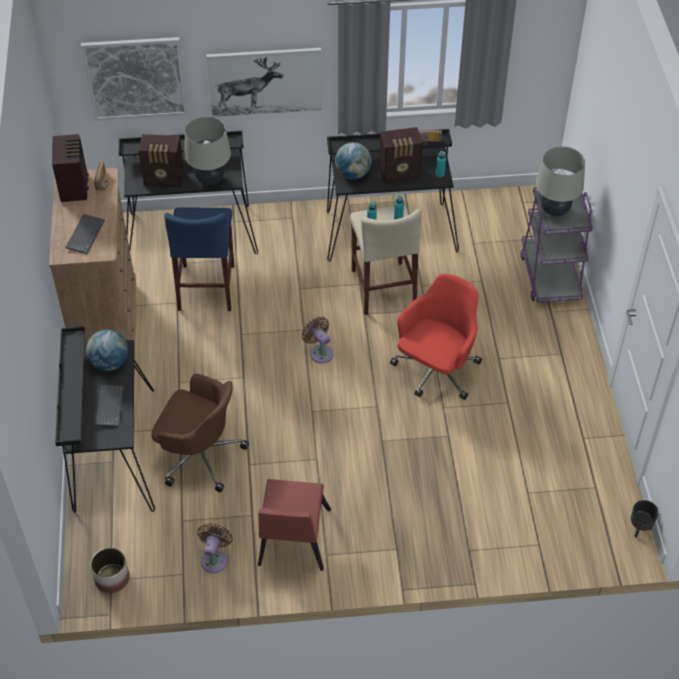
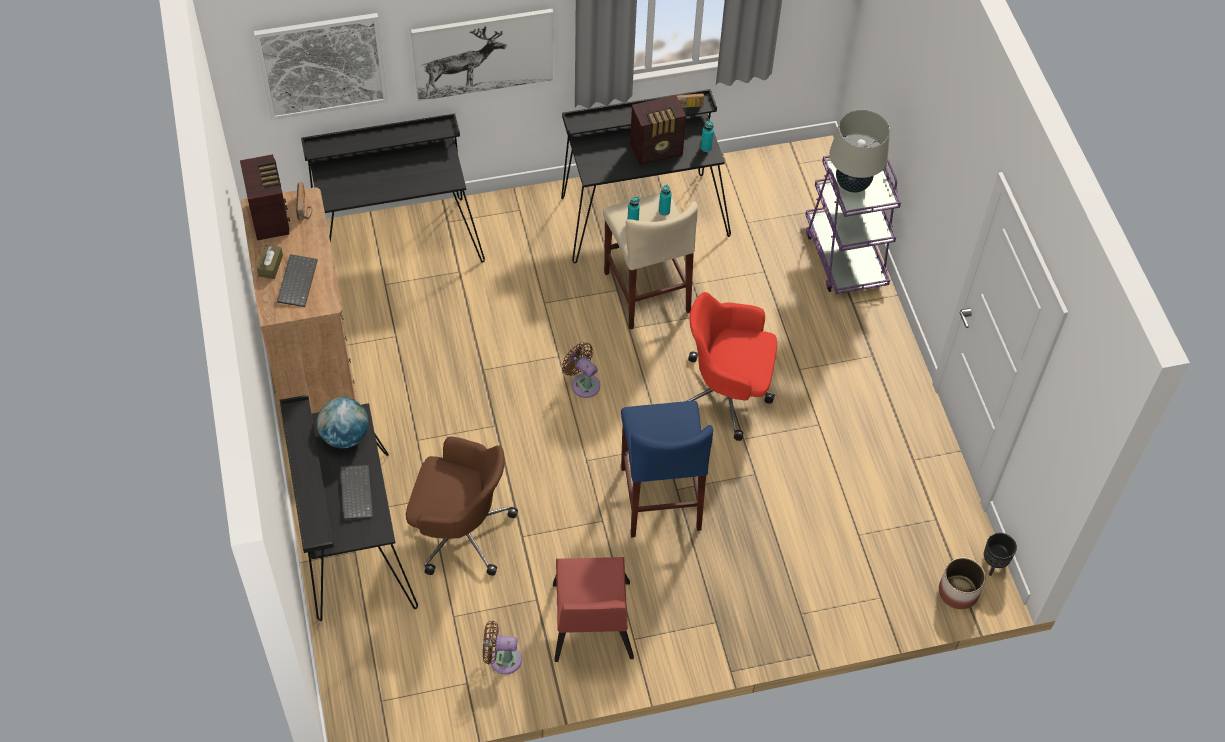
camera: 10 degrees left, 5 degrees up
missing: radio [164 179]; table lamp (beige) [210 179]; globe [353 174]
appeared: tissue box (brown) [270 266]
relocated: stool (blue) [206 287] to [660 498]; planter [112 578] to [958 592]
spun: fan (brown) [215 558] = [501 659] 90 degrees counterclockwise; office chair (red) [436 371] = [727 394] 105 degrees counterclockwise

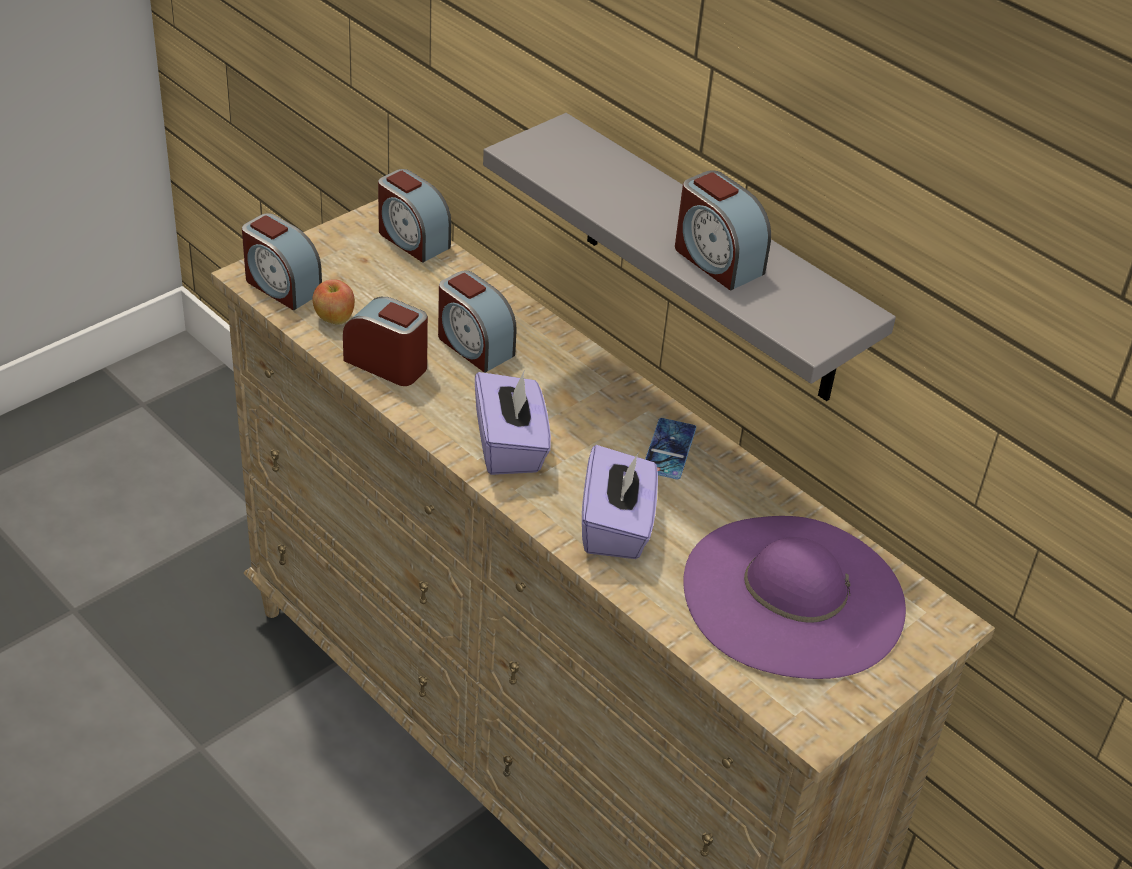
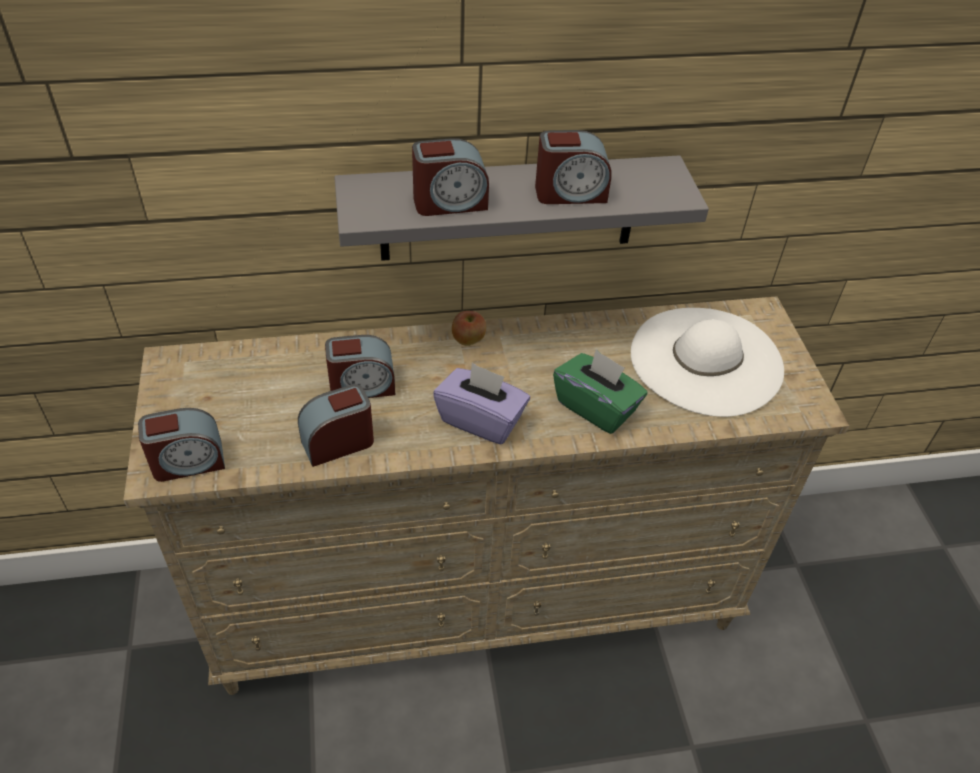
camera: 55 degrees left, 5 degrees up
missing: phone [669 449]
relocated: alarm clock [412 239] to [449 202]; apple [334 319] to [468 341]
colour: tissue box (purple) [616 527] to tissue box (green) [596 407]; hat (purple) [793 595] to hat (white) [706 360]

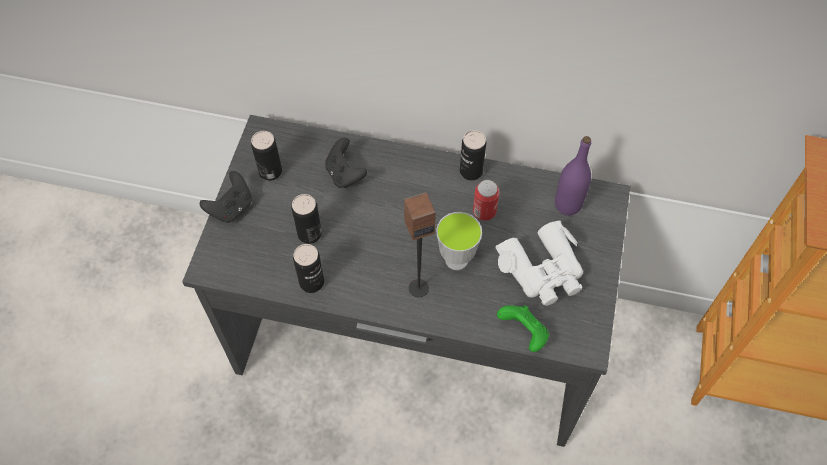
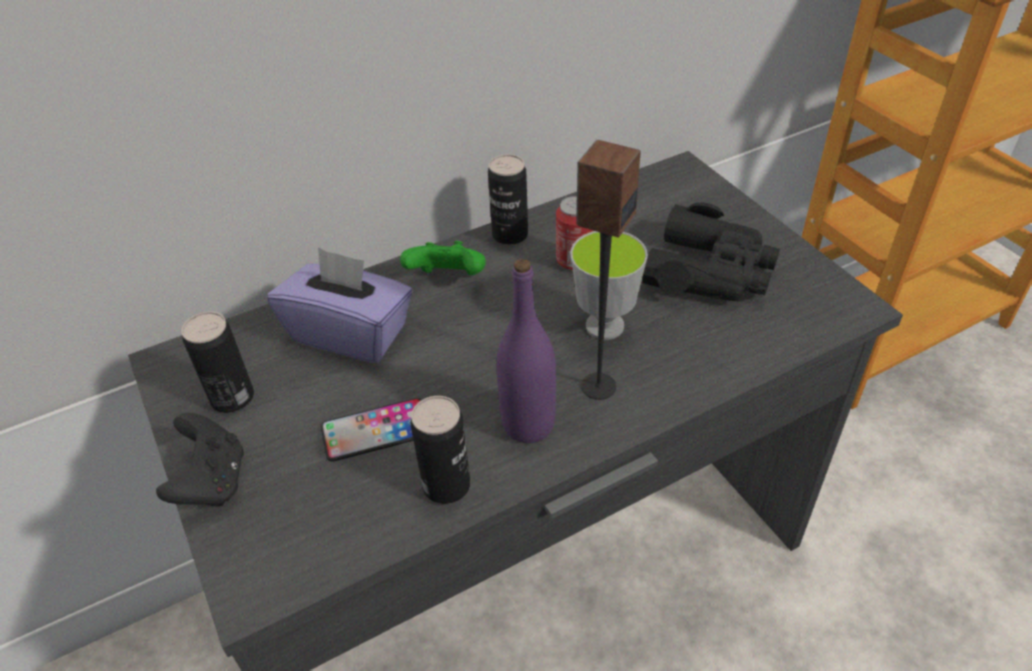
camera: 40 degrees left, 15 degrees down
relocated: game controller (green) [523 333] to [448 280]; bottle (purple) [568 204] to [528 425]
exchanged: game controller (black) [345 174] to tissue box (purple) [351 333]; can [309 234] to phone [376 430]
colour: binoculars (white) [543 270] to binoculars (black) [710 271]

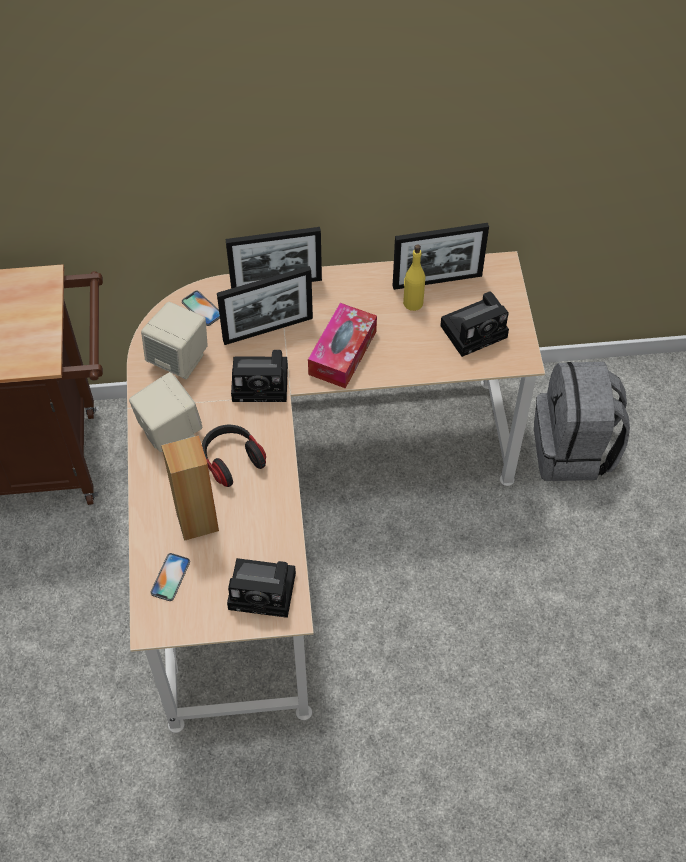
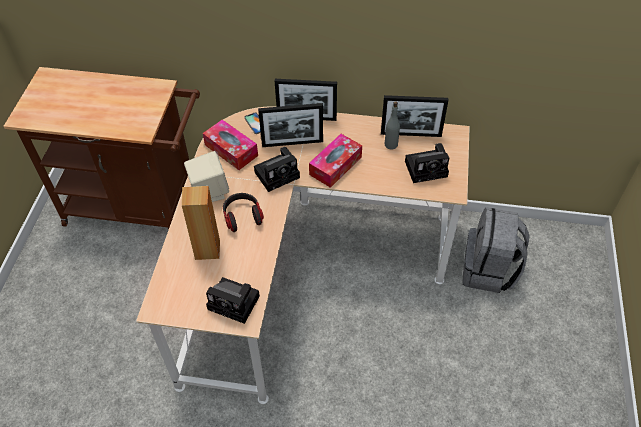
camera: 15 degrees right, 5 degrees down
missing: phone [170 577]
exchanged: speaker (beige) [179 359] to tissue box [231 150]
colour: bottle (yellow) [412 303] to bottle (grey) [390 144]
spun: photo camera [263 382] = [278 174] 45 degrees counterclockwise

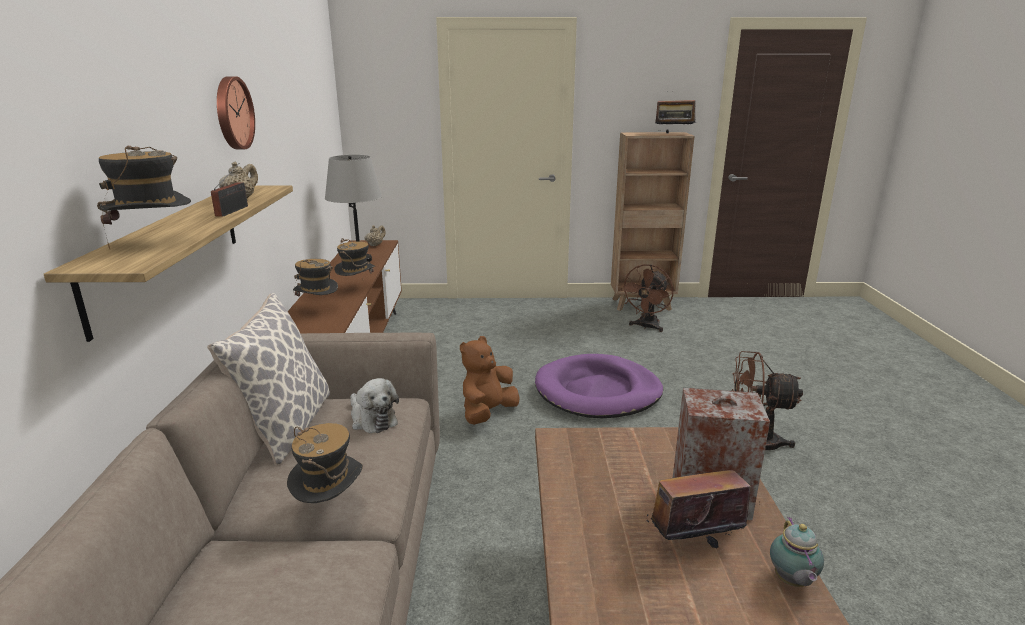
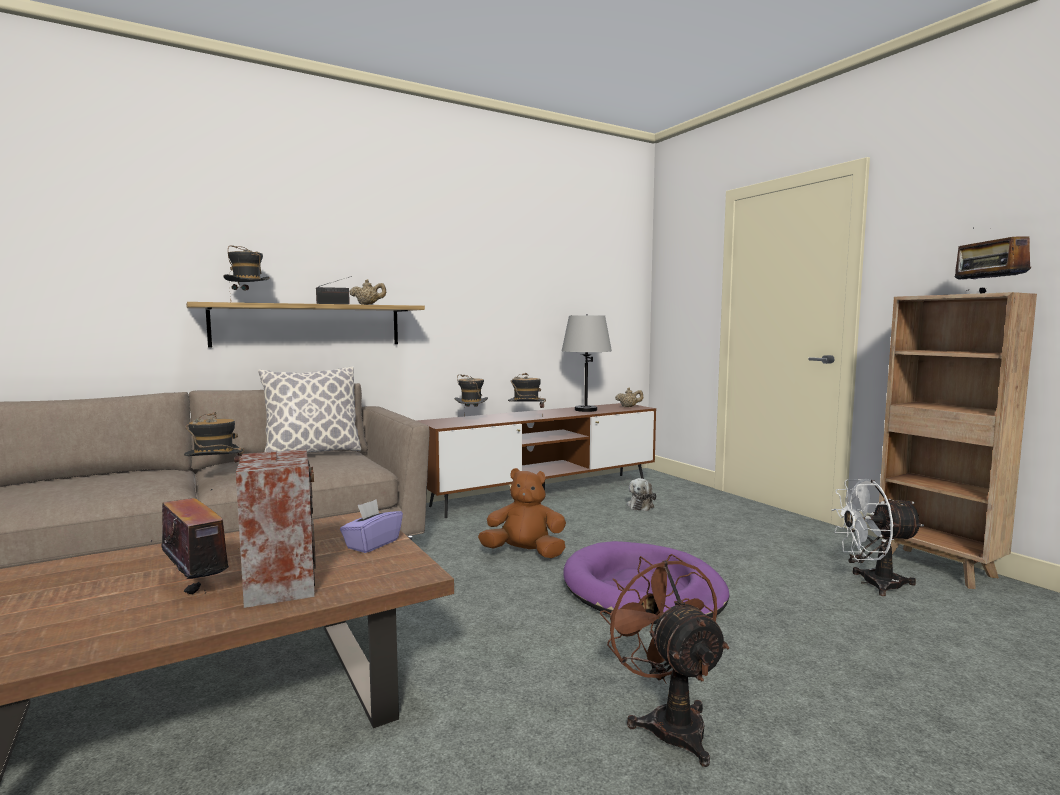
camera: 60 degrees right, 15 degrees down
missing: wall clock [232 113]; teapot [791 582]
appeared: tissue box (purple) [372 544]
relocated: plush toy [372 419] to [641 505]
colour: fan (brown) [646 327] to fan (white) [872 583]

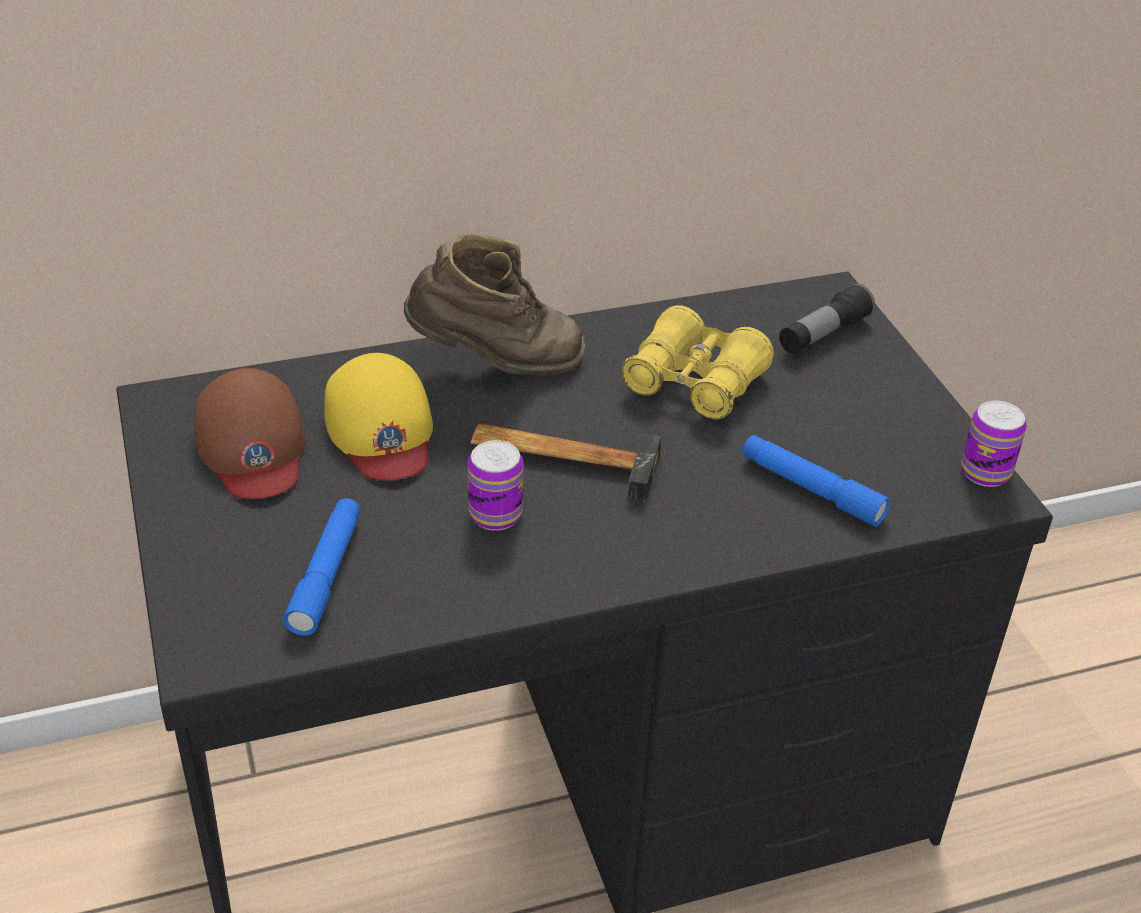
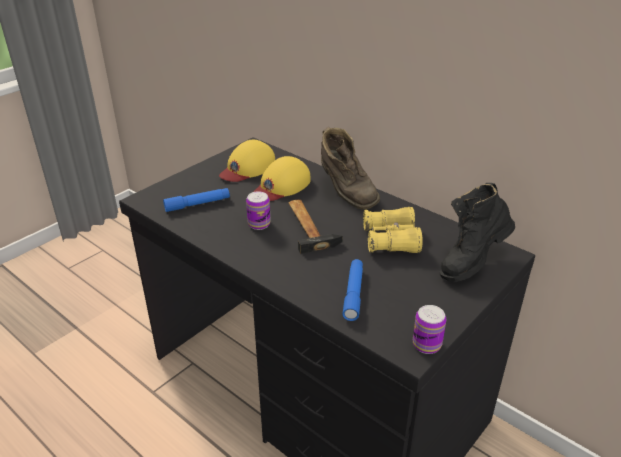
camera: 60 degrees right, 5 degrees down
exchanged: flashlight [823 335] to boot (black) [471 262]
colour: cap (brown) [252 446] to cap (yellow) [247 168]

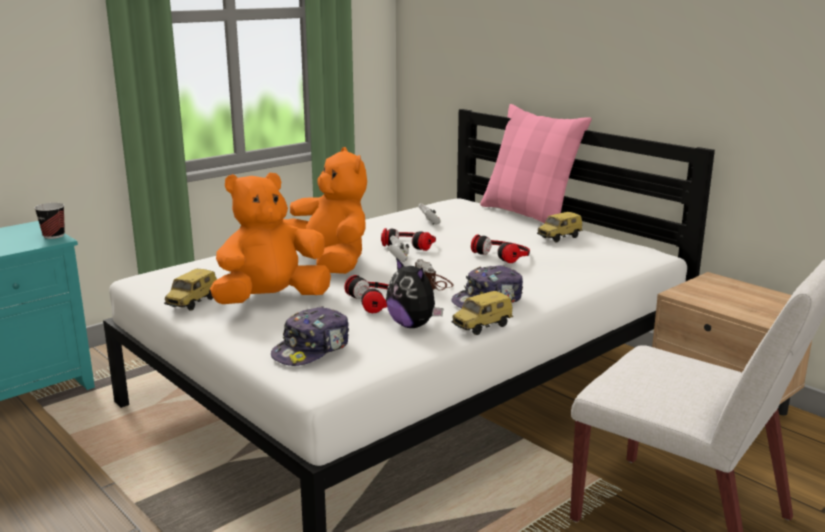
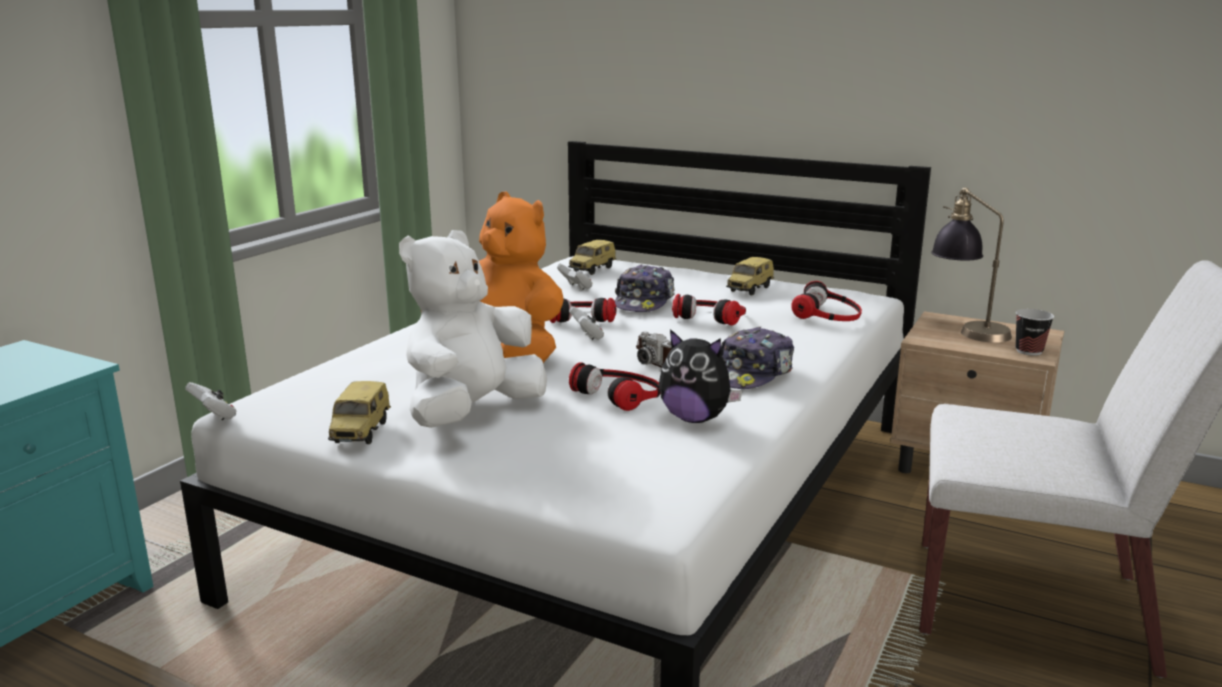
camera: 20 degrees left, 0 degrees up
missing: pillow (pink) [528 214]
appeared: game controller (white) [214 416]; headphones [828 313]; table lamp [966 329]
relocated: toy car [482 327] to [593 270]; cap [312 349] to [644 302]; cup [54 236] to [1029 351]
colour: plush toy (orange) [271 300] to plush toy (white) [472 413]

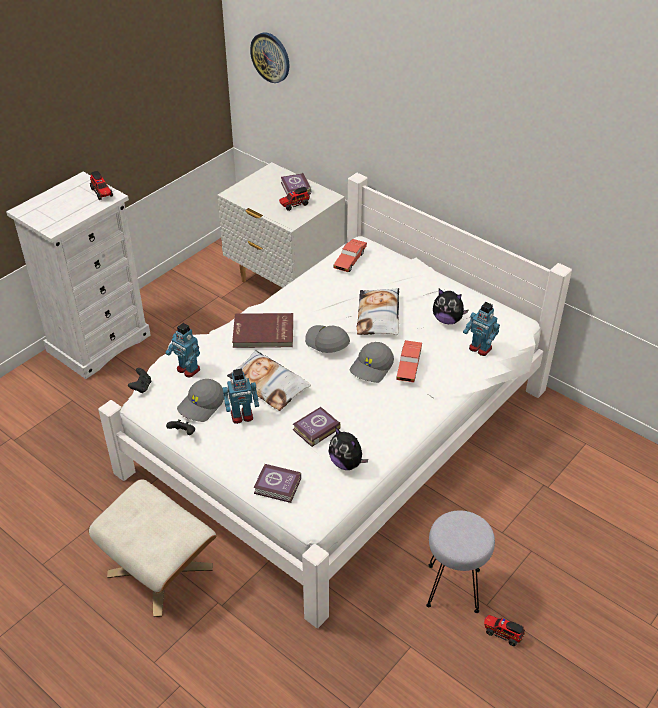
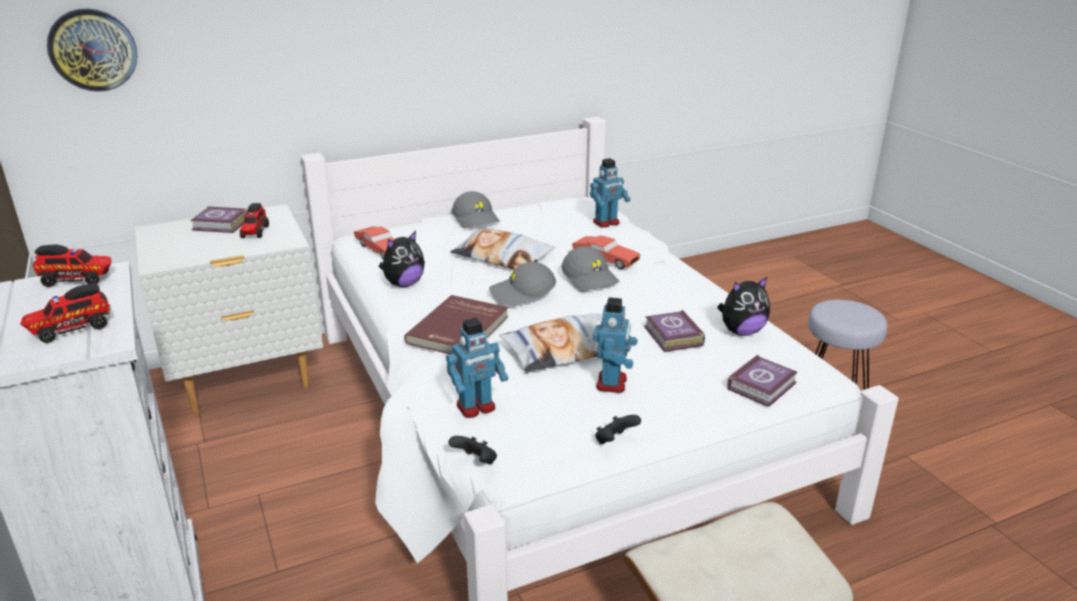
camera: 65 degrees left, 15 degrees down
relocated: toy truck [502 633] to [70 330]; plush toy [447 320] to [403 284]; cap (grey) [202 405] to [476 219]

